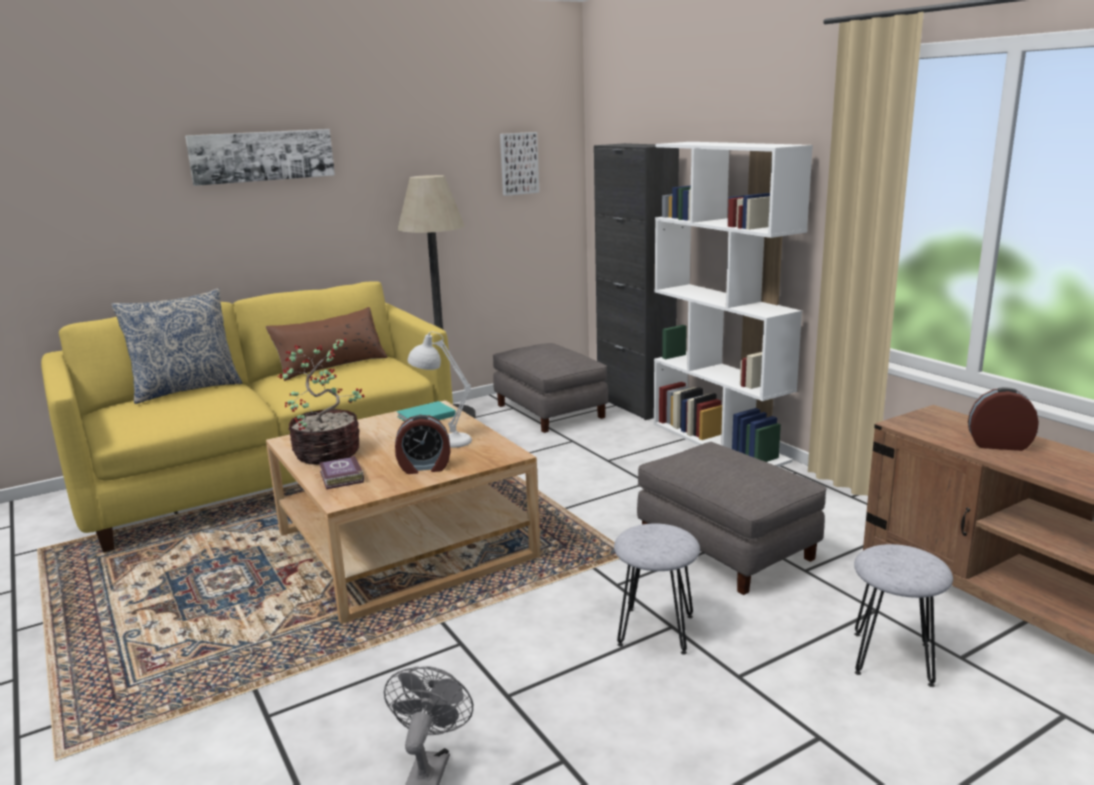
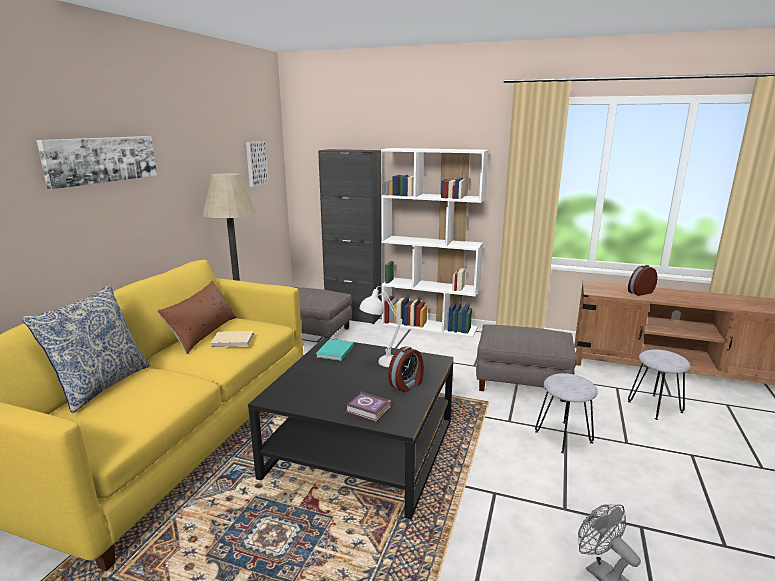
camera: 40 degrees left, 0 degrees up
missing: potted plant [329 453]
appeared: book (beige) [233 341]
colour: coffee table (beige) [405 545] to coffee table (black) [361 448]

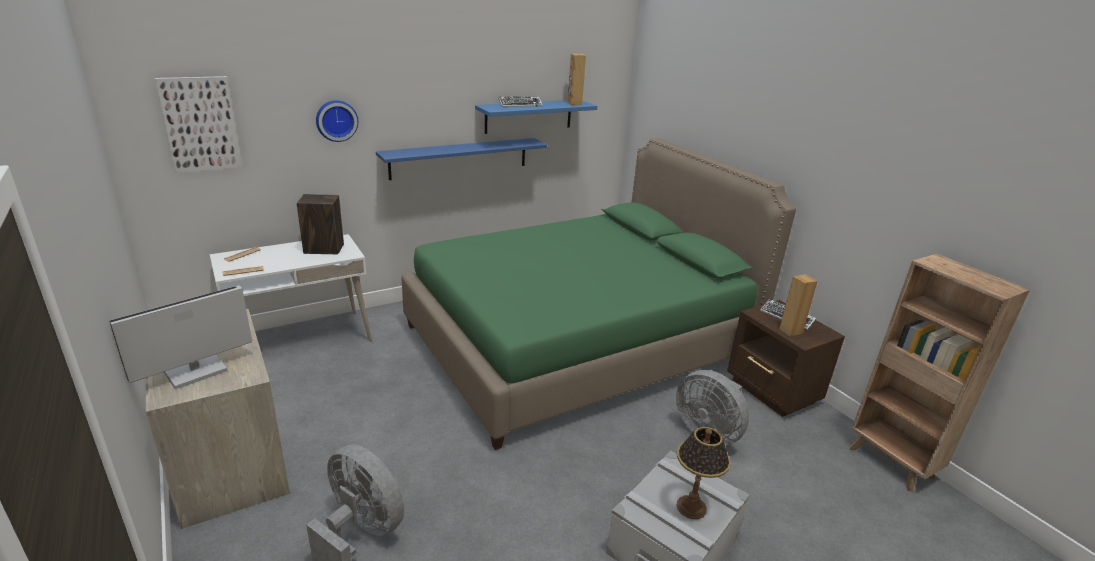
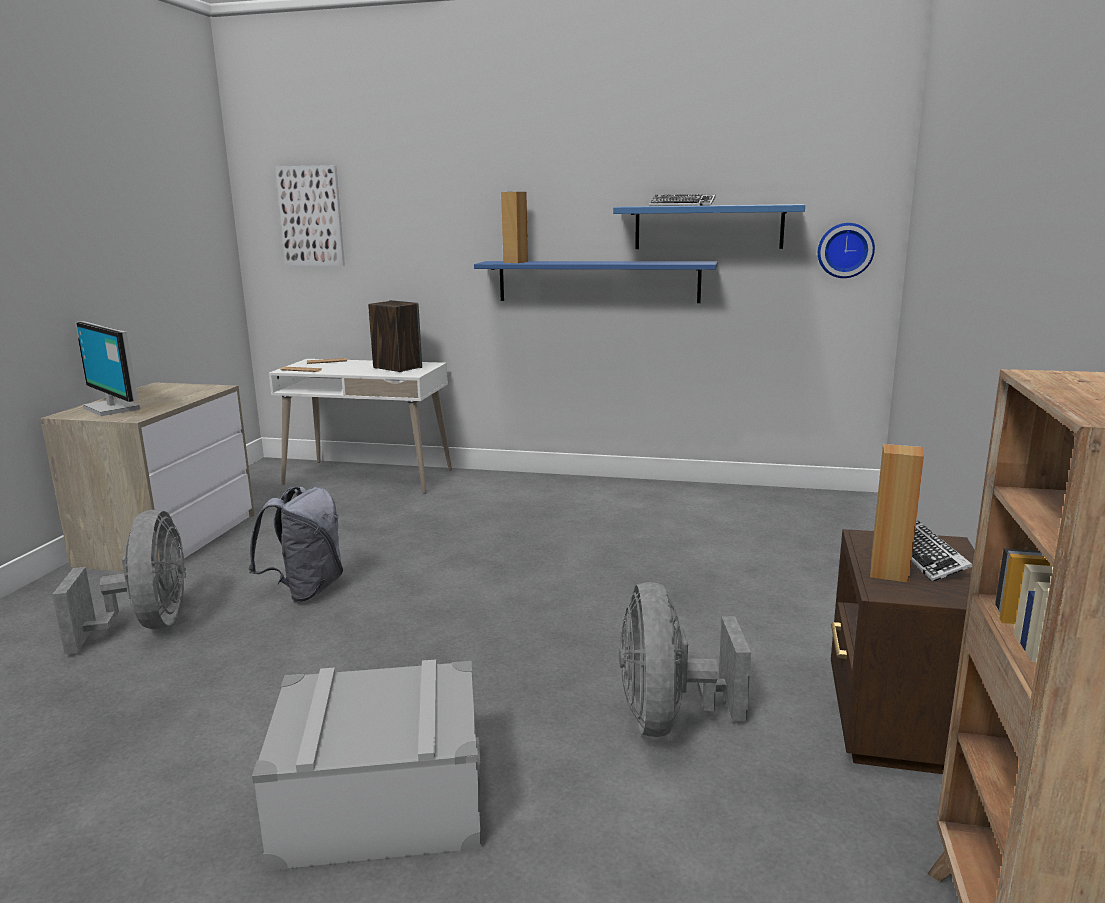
camera: 45 degrees right, 10 degrees down
missing: bed (green) [577 342]; table lamp [691 507]
appeared: backpack (grey) [306 590]
relocated: speaker (brown) [574 103] to [515 262]; wall clock [336 120] to [845 250]
spun: monitor [196 373] = [114 408] 135 degrees counterclockwise

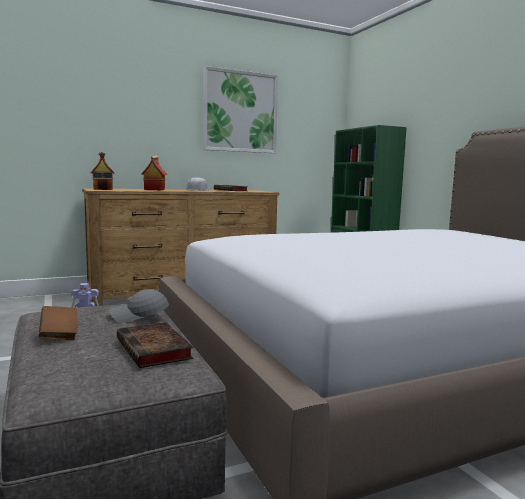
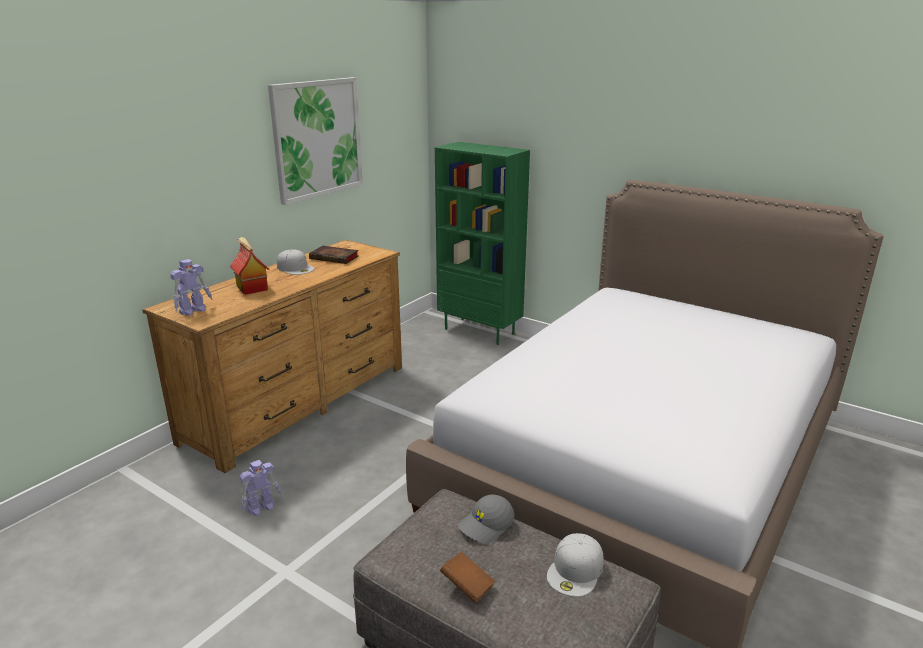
camera: 30 degrees left, 15 degrees up
exchanged: toy house [103 189] to toy robot [193 310]; book [155 350] to cap (white) [576 571]

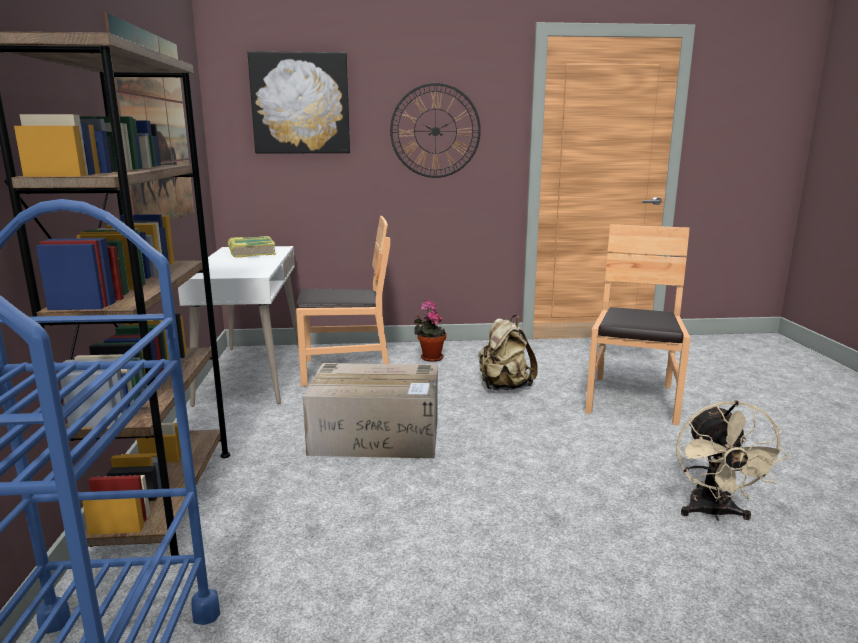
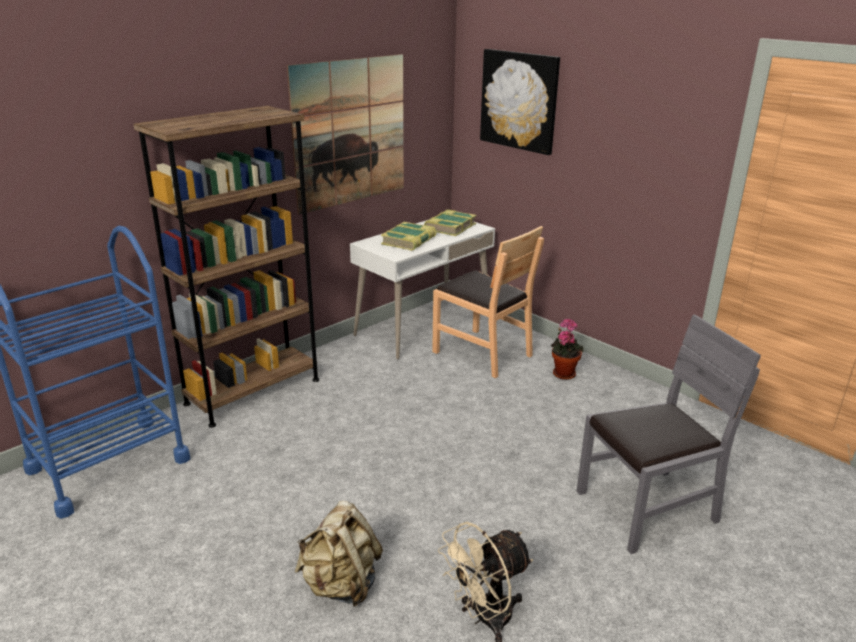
camera: 50 degrees right, 10 degrees up
missing: cardboard box [378 435]; wall clock [435 131]
appeared: book [409 241]
relocated: backpack (beige) [504 387] to [341 584]
colour: chair (brown) [632 399] to chair (grey) [647 508]

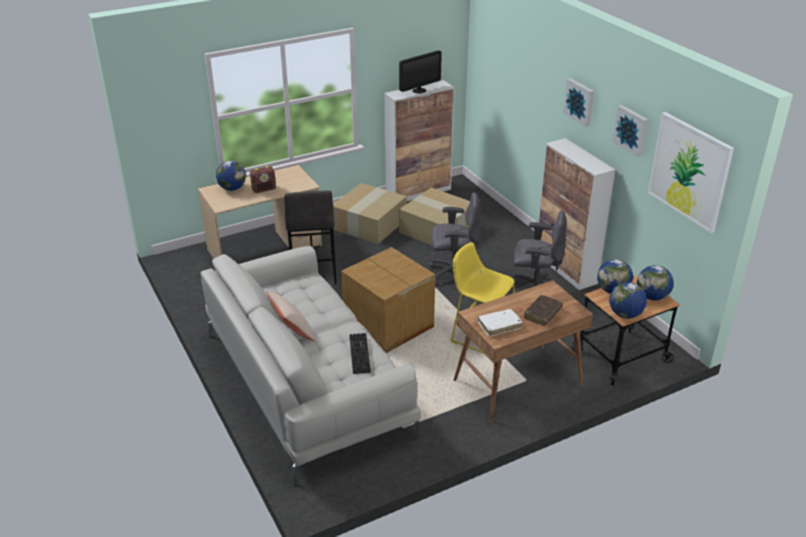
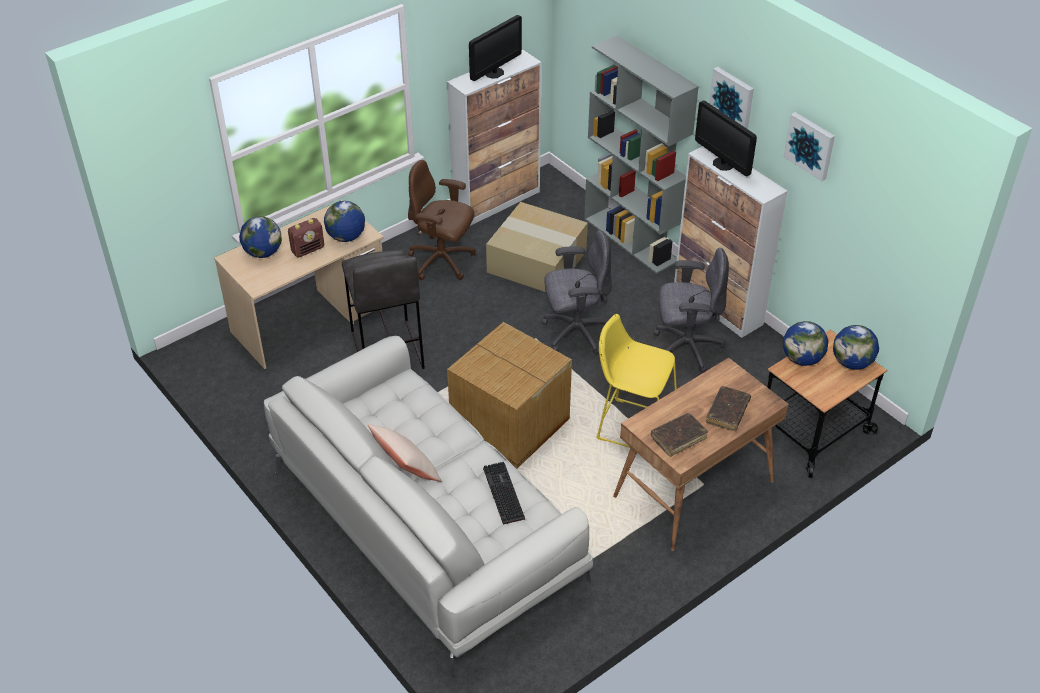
camera: 10 degrees left, 10 degrees up
missing: picture [689 171]
appeared: bookcase (grey) [631 240]; monitor [723 164]
relocated: globe [625 314] to [346 237]
exchanged: cardboard box [369 223] to office chair (brown) [442 261]
colour: book (white) [499 326] to book (brown) [678 438]

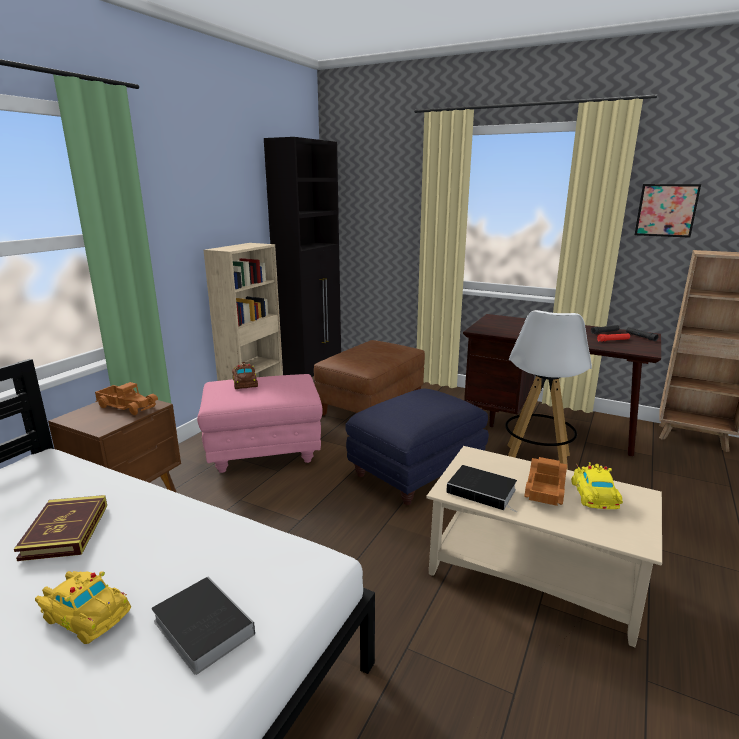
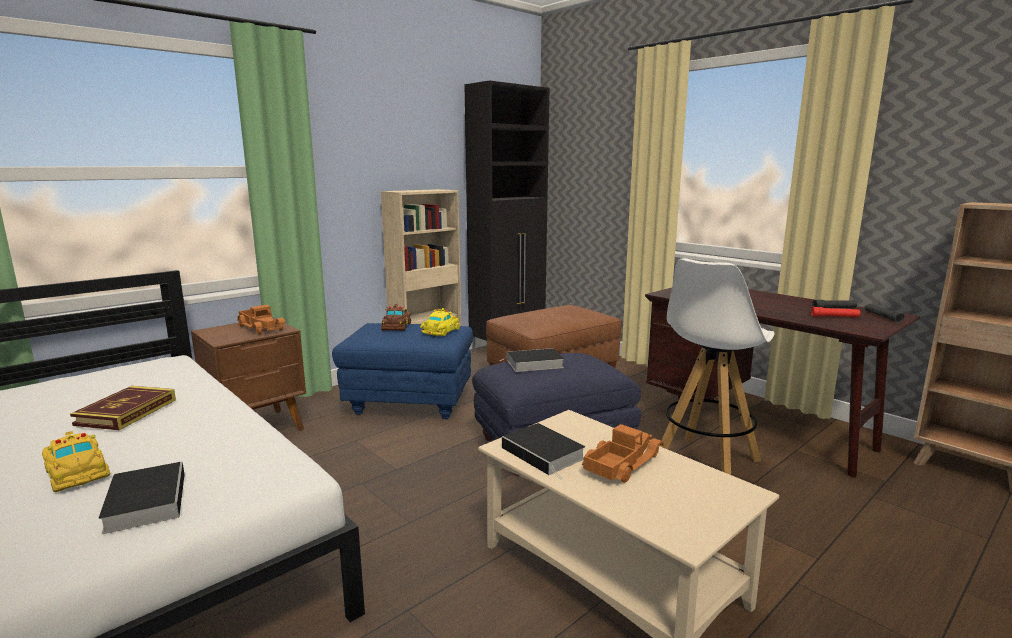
camera: 20 degrees right, 5 degrees down
missing: picture [666 210]
appeared: book [533 364]
relocated: toy car (yellow) [594 496] to [439 331]
colour: ottoman (pink) [265 453] to ottoman (blue) [410 404]

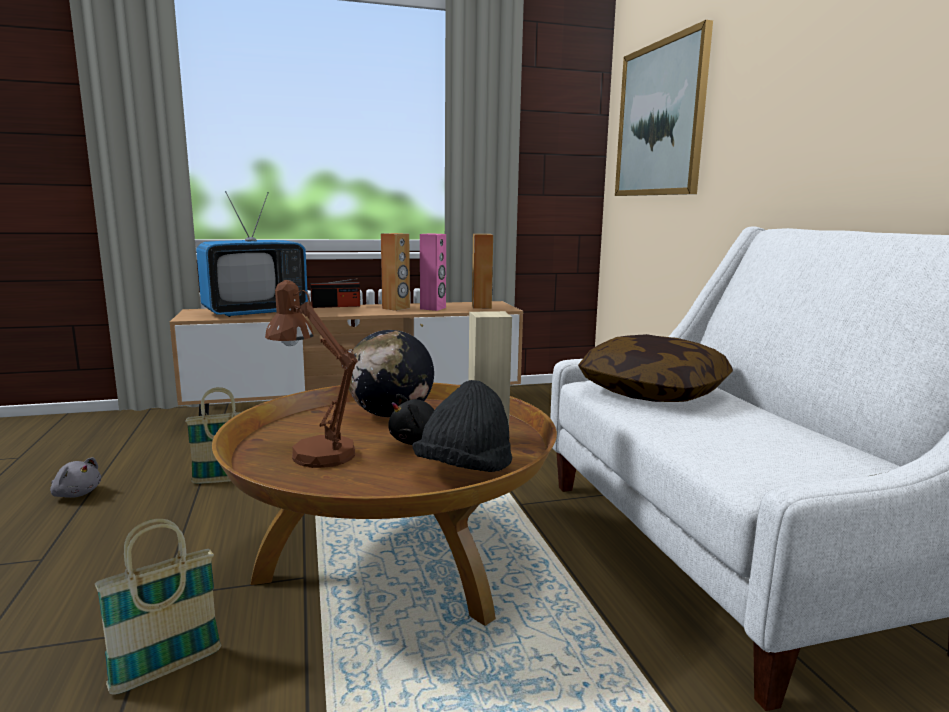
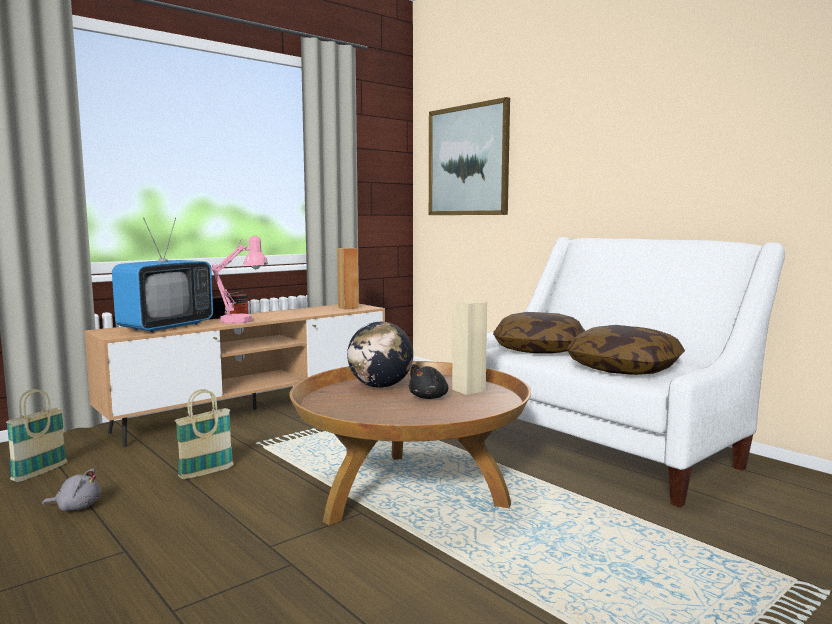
camera: 25 degrees left, 5 degrees down
missing: table lamp (brown) [315 452]; speaker (brown) [396 308]; hat (black) [464 471]; speaker (pink) [433 308]
appeared: table lamp (pink) [243 321]; pillow [624 369]
relocated: basket [167 670] to [40 473]

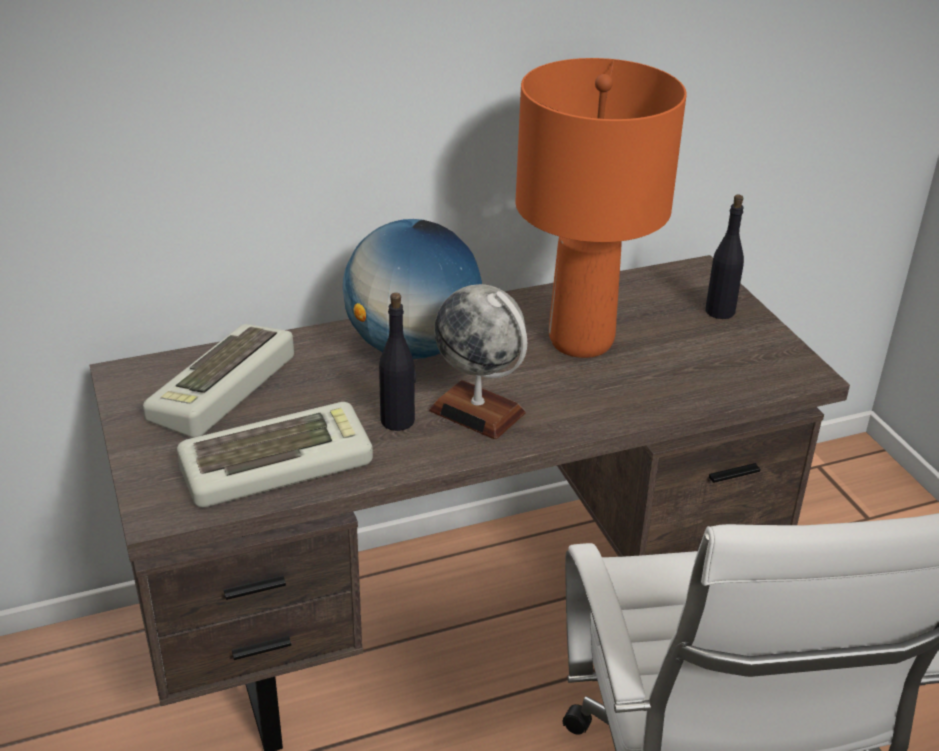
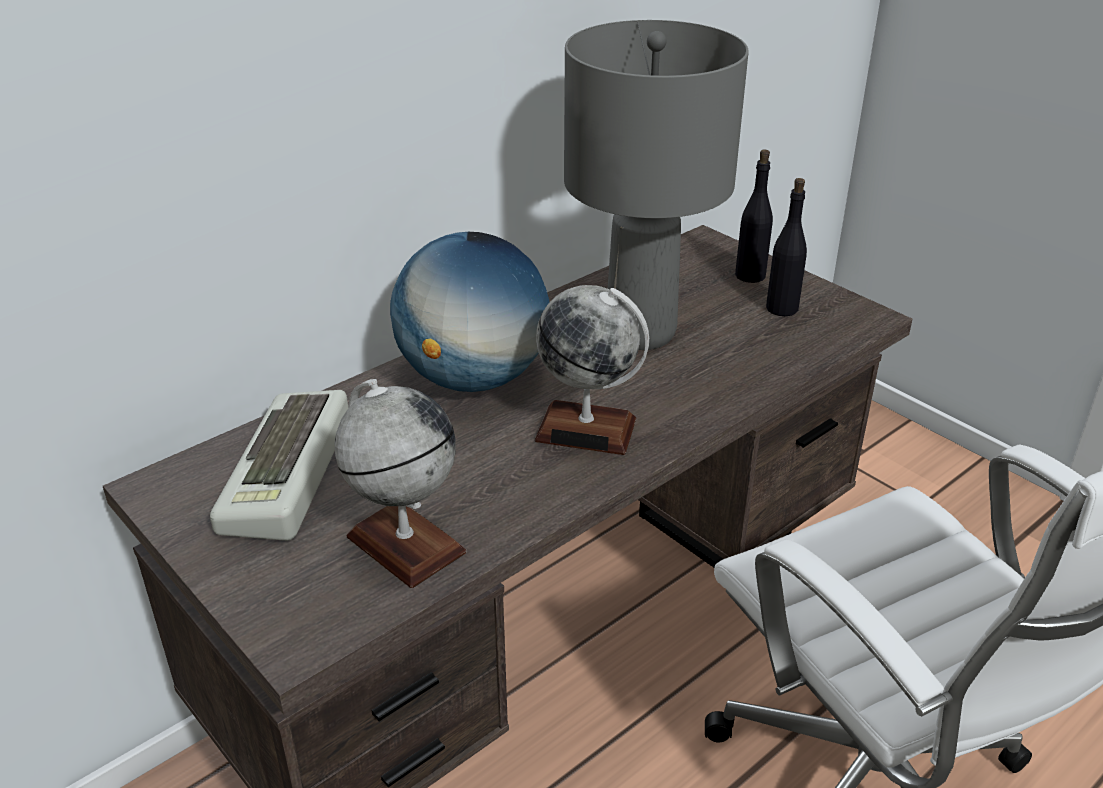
camera: 20 degrees left, 0 degrees up
relocated: bottle (black) [398 420] to [782 308]
exchanged: keyboard [277 464] to globe [405 544]
colour: table lamp (orange) [582 340] to table lamp (grey) [641 332]

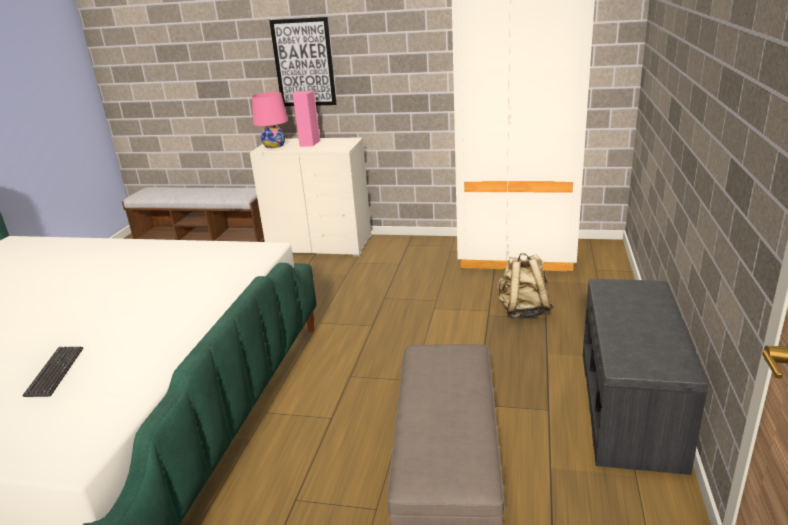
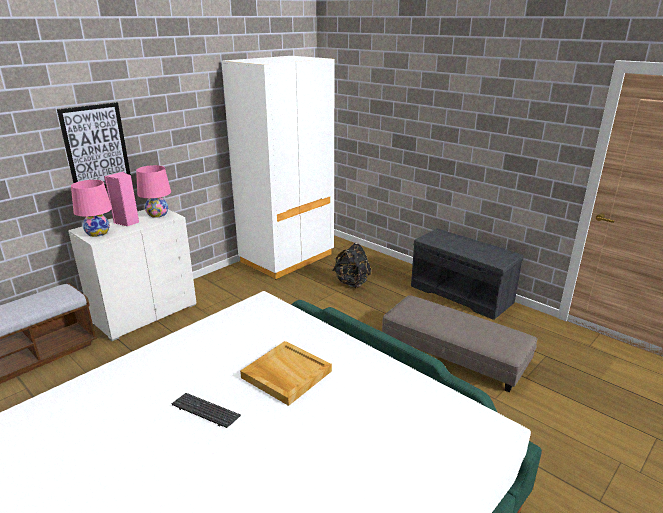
camera: 60 degrees left, 0 degrees up
appeared: table lamp (pink) [157 214]; tray (beige) [285 374]
relocated: keyboard [55 372] to [205 411]
colour: backpack (beige) [523 311] to backpack (black) [351 282]

